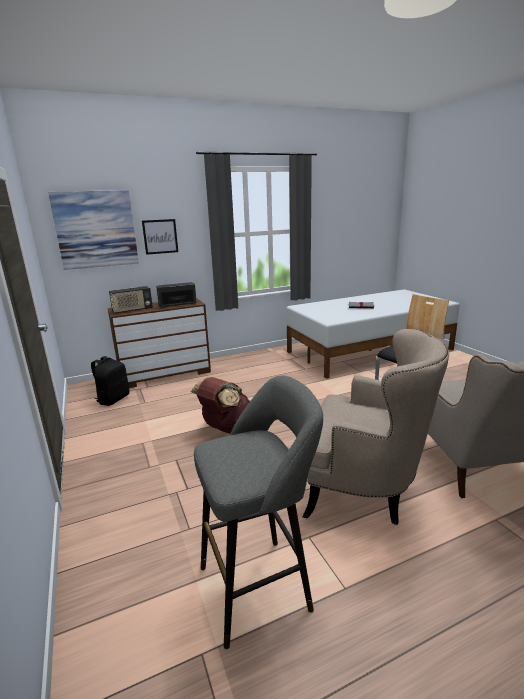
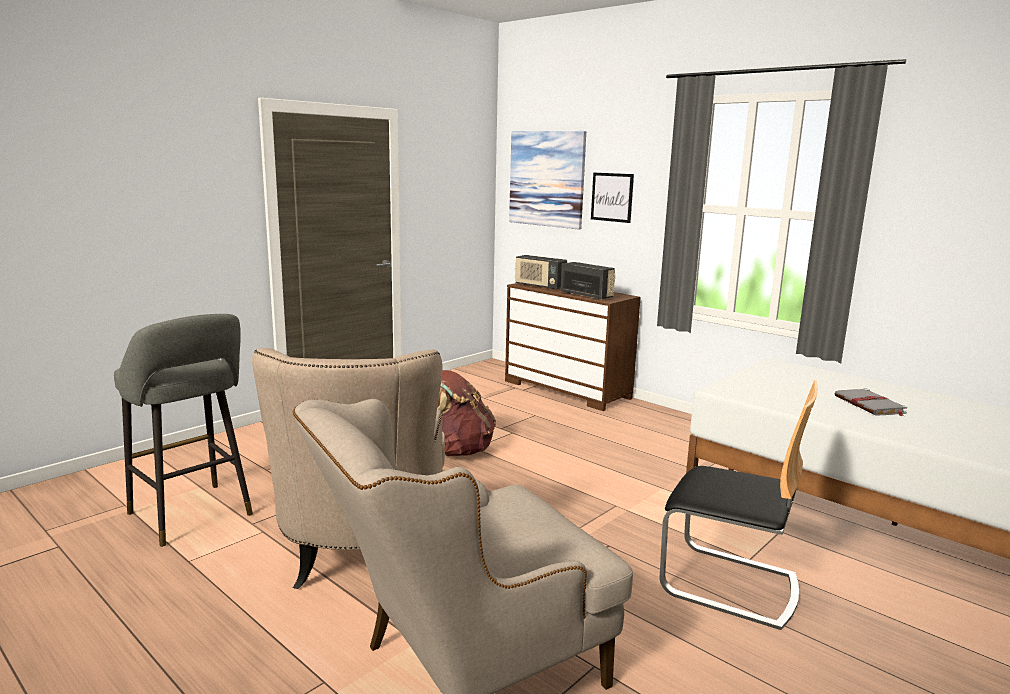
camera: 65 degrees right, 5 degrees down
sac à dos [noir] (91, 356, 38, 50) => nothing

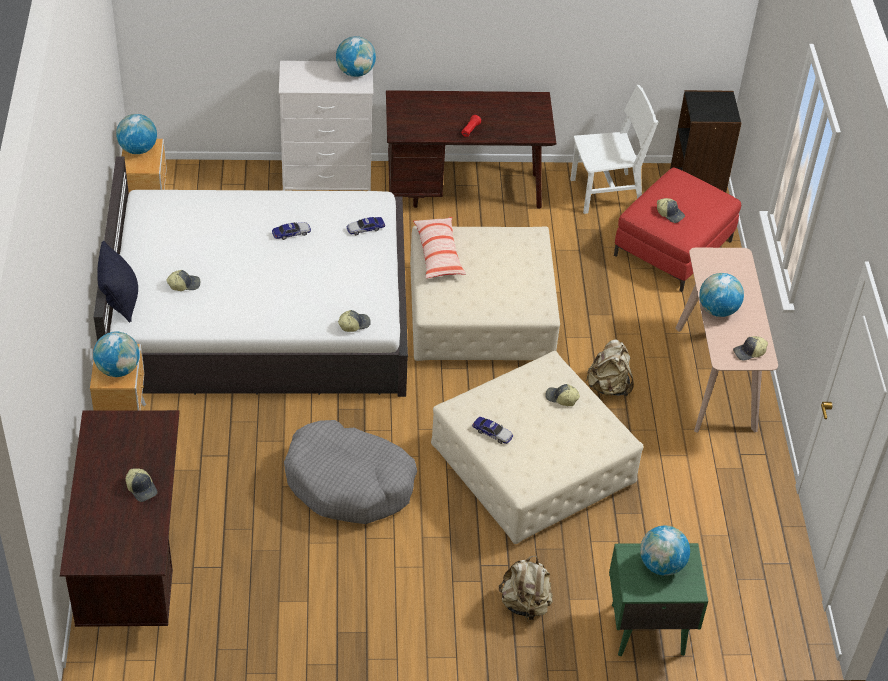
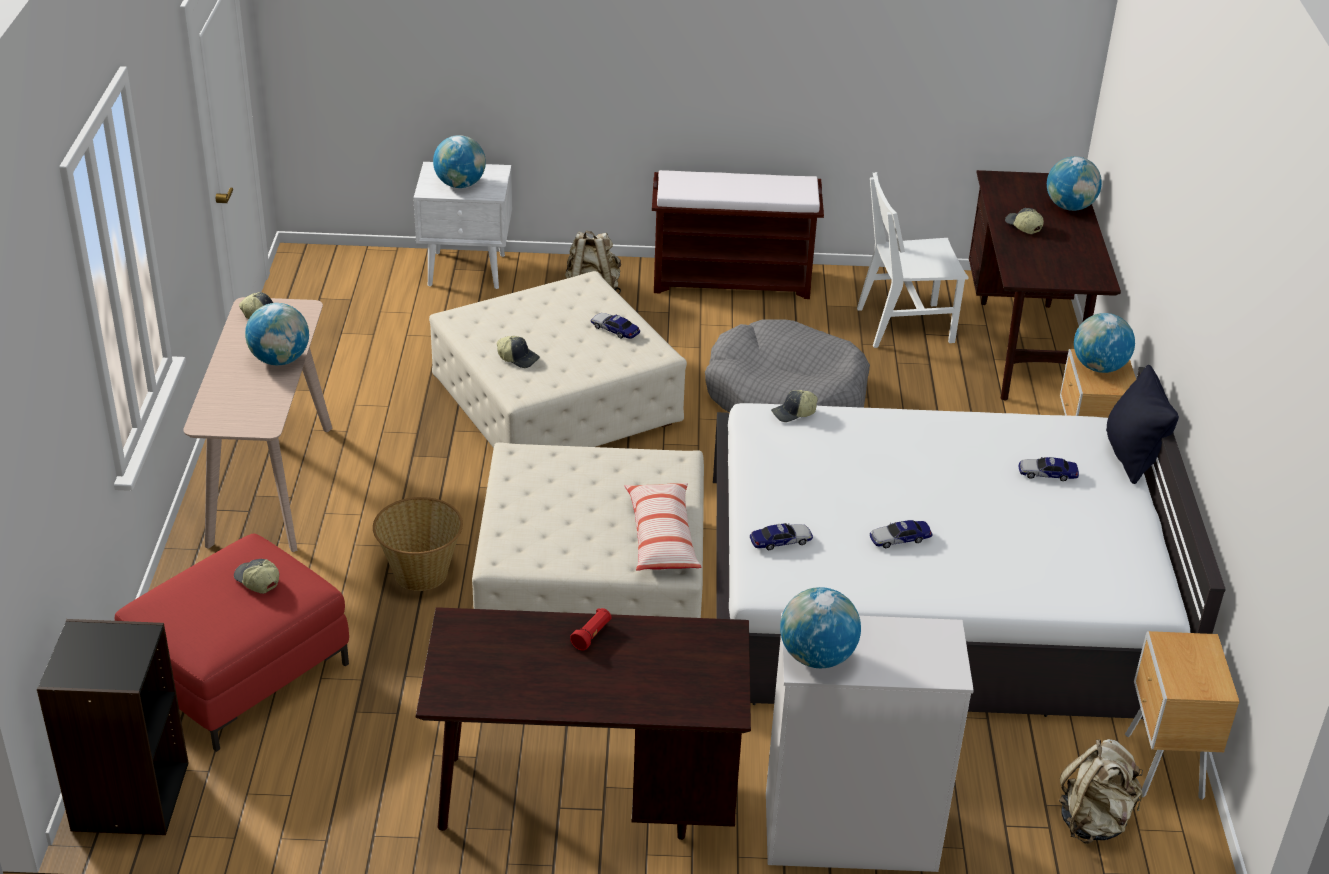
camera: 175 degrees left, 10 degrees down
globe (116, 114, 41, 40) => globe (1047, 156, 55, 55), moved
casquette (166, 270, 34, 21) => petite voiture (1019, 457, 60, 24)
chaise [blanc] (570, 85, 88, 129) => chaise [blanc] (857, 172, 111, 176), moved
sac à dos [beige] (586, 340, 48, 56) => sac à dos [beige] (1059, 739, 84, 105), moved
table de chevet [vert] (609, 543, 99, 113) => table de chevet [blanc] (413, 162, 99, 127)
nothing => panier (373, 497, 90, 94)
nothing => banc [marron] (652, 170, 172, 129)

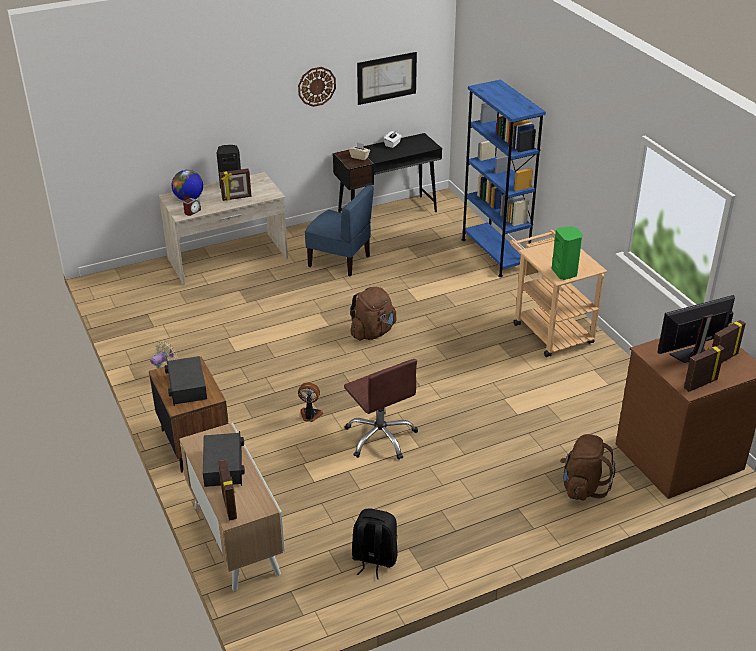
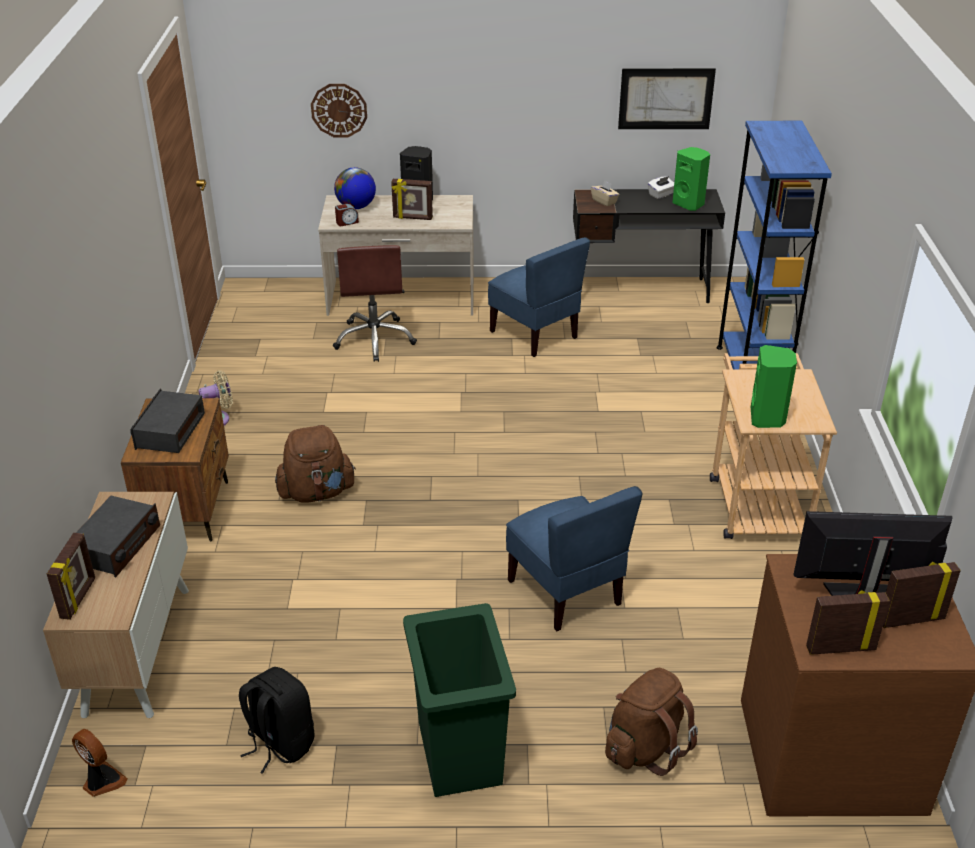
camera: 25 degrees right, 0 degrees up
horloge murale (298, 67, 38, 40) => horloge murale (311, 84, 56, 53), moved
ventilateur (298, 382, 26, 40) => ventilateur (72, 729, 56, 68), moved
chaise de bureau [marron] (344, 359, 74, 101) => chaise de bureau [marron] (333, 245, 84, 117), moved
sac à dos [marron] (350, 287, 46, 53) => sac à dos [marron] (275, 425, 81, 78), moved
nothing => poubelle [vert] (403, 603, 113, 194)
nothing => chaise [bleu] (506, 486, 137, 145)
nothing => enceinte [vert] (673, 147, 37, 64)

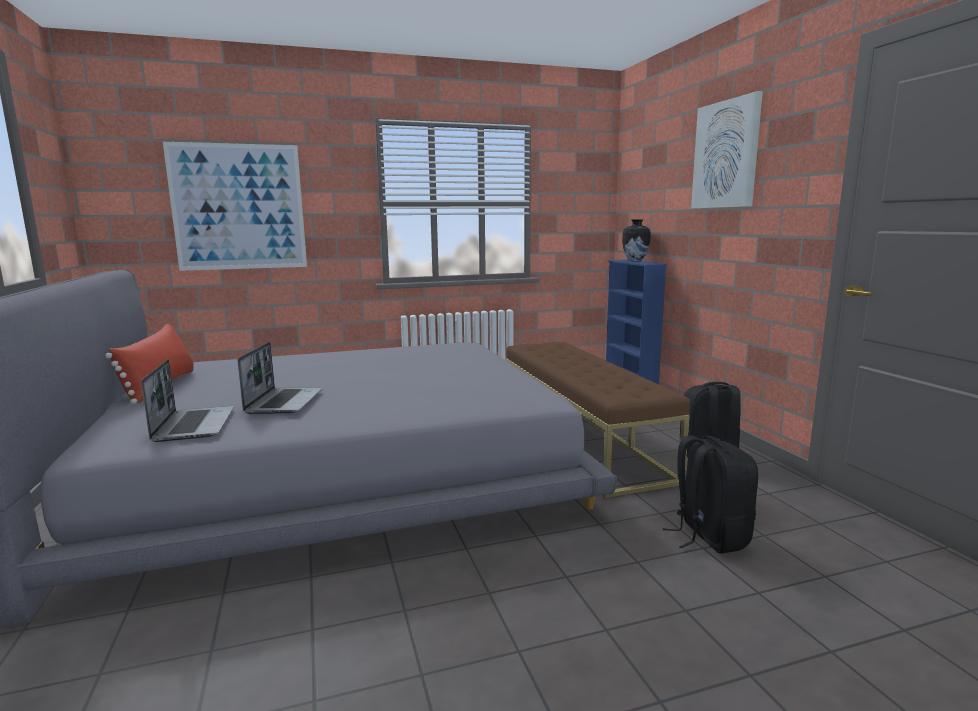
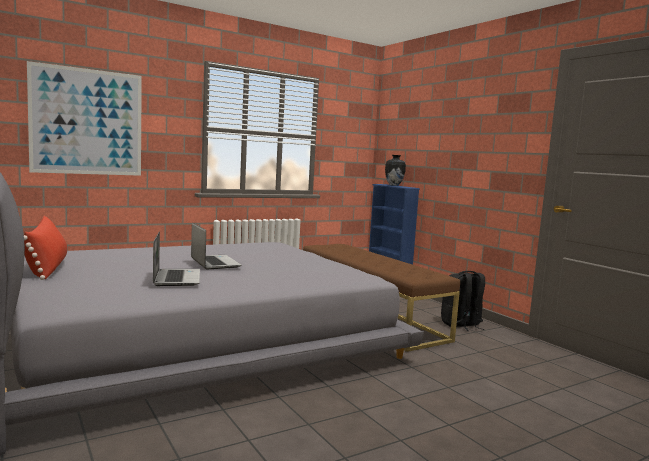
camera: 15 degrees left, 5 degrees down
ordinateur portable (141, 359, 93, 83) => ordinateur portable (191, 223, 51, 47), moved
sac à dos [noir] (662, 435, 96, 119) => nothing
tableau (691, 91, 72, 118) => nothing

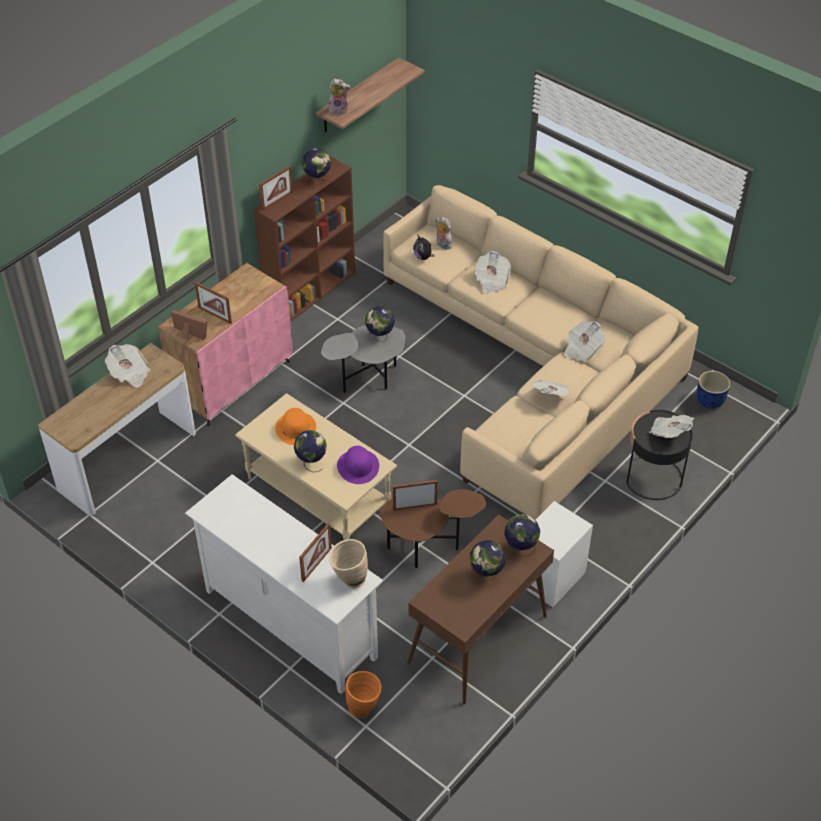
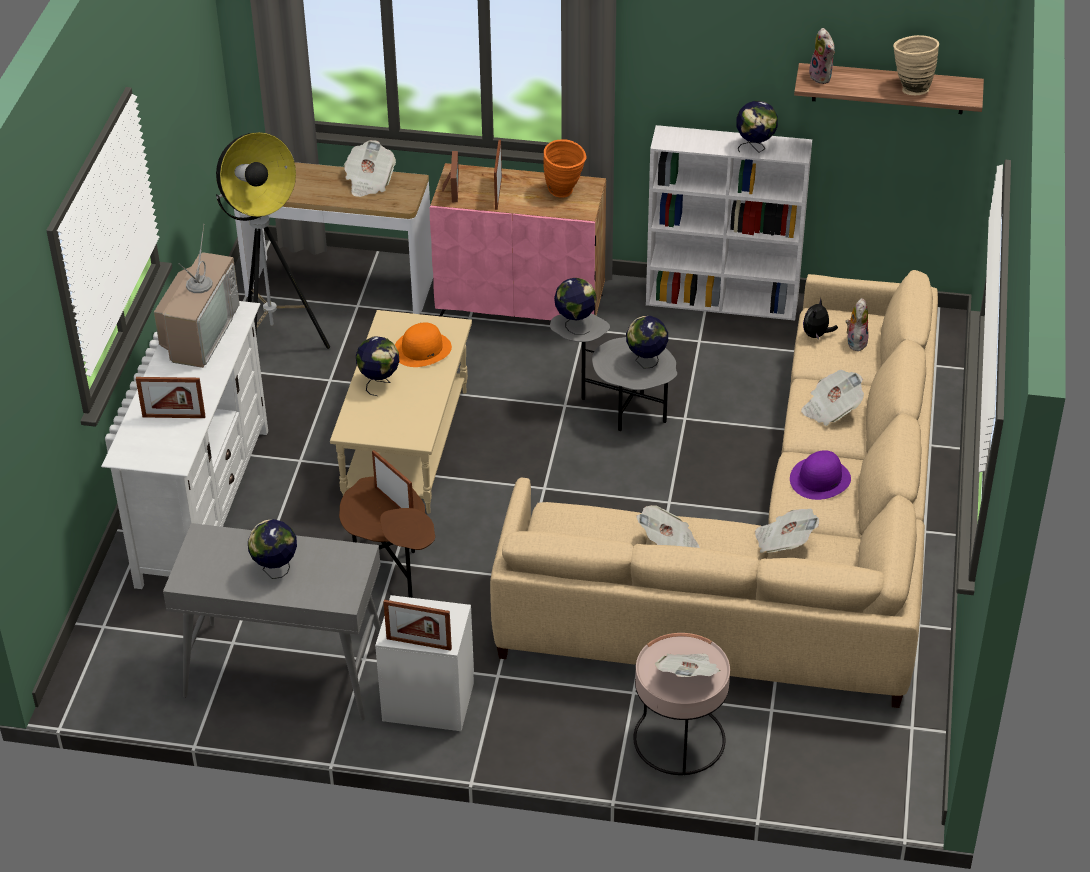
camera: 60 degrees right, 5 degrees down
bibliothèque [marron] (254, 156, 101, 165) => bibliothèque [blanc] (646, 125, 166, 195)
cadre photo (259, 166, 34, 45) => cadre photo (383, 600, 69, 51), moved
vase [beige] (329, 539, 39, 50) => vase [beige] (893, 35, 46, 60), moved
chapeau [violet] (337, 446, 42, 38) => chapeau [violet] (790, 450, 61, 50), moved
vase [orange] (346, 671, 36, 47) => vase [orange] (544, 140, 43, 58), moved
table console [marron] (407, 515, 147, 189) => table console [gris] (163, 523, 218, 197)
globe (504, 514, 36, 43) => globe (554, 278, 43, 57), moved
table d'appoint [noir] (626, 410, 67, 90) => table d'appoint [rose] (633, 633, 97, 142)
cache-pot [bleu] (697, 371, 33, 38) => nothing
nothing => téléviseur (154, 224, 86, 144)
nothing => lampadaire (216, 132, 114, 217)

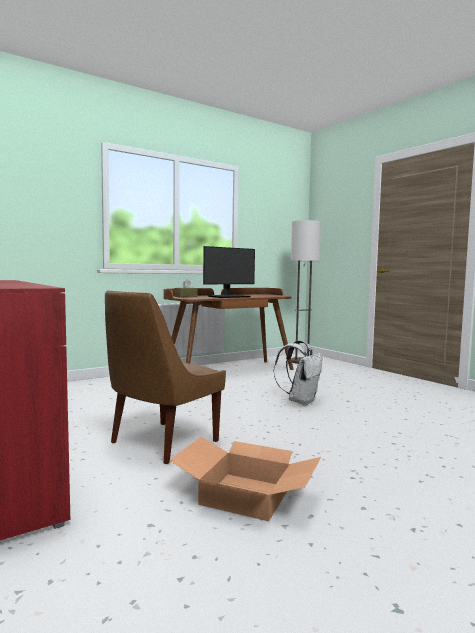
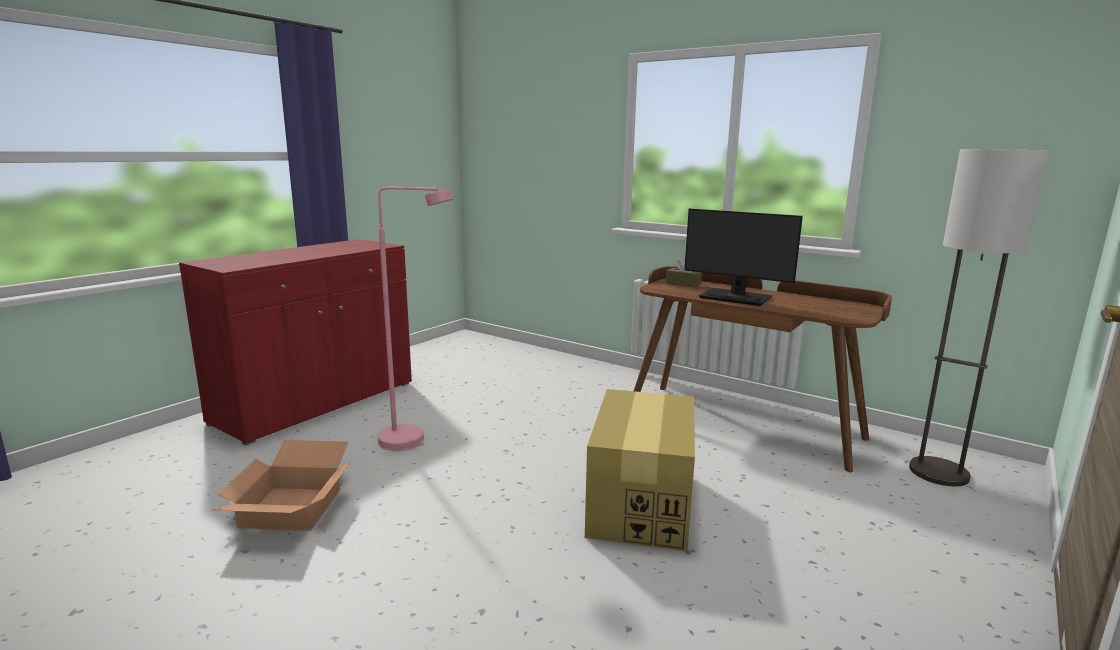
camera: 70 degrees right, 10 degrees up
chaise [marron] (105, 290, 121, 174) => lampadaire [rose] (378, 187, 75, 264)
sac à dos [blanc] (274, 340, 48, 65) => carton (585, 389, 110, 162)

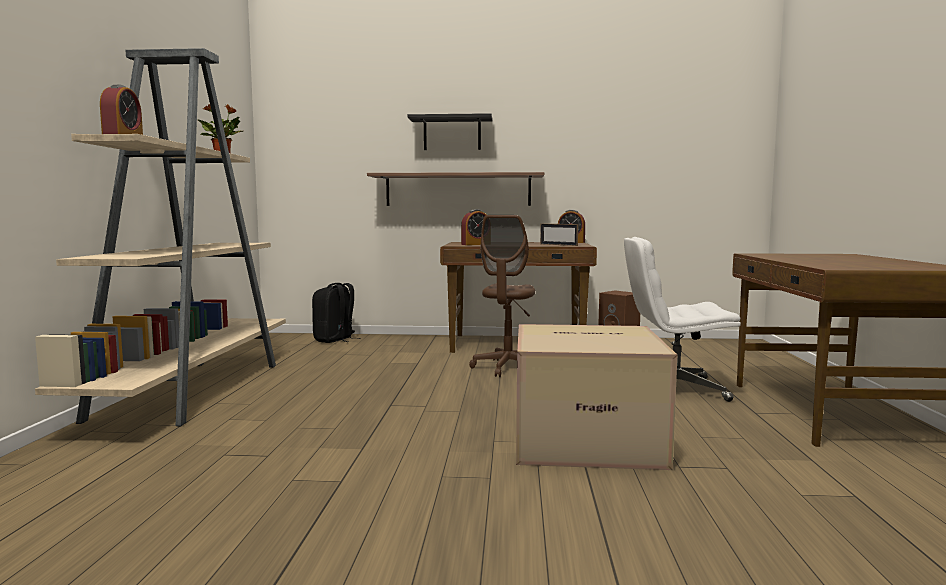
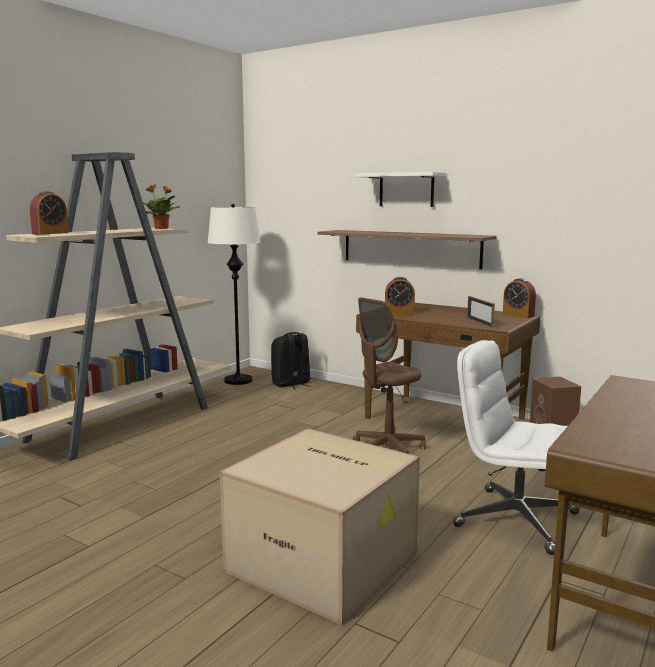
camera: 30 degrees right, 5 degrees up
étagère [noir] (407, 113, 85, 37) => étagère [blanc] (355, 172, 91, 35)
nothing => lampadaire [blanc] (207, 204, 54, 181)

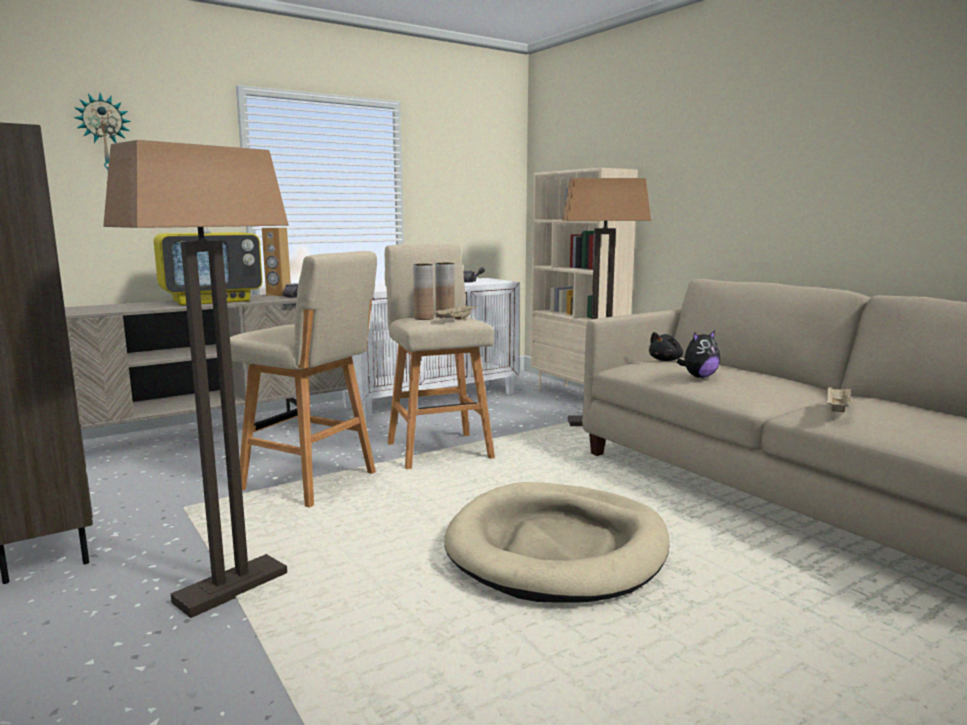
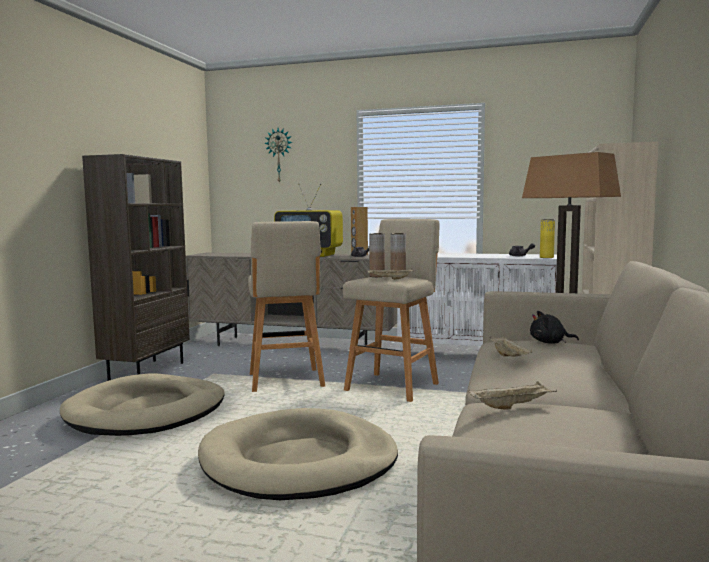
camera: 50 degrees right, 5 degrees down
lampadaire (103, 140, 186, 478) => panier pour chien [beige] (60, 373, 165, 63)
peluche (677, 330, 43, 48) => plateau [beige] (489, 336, 43, 21)
nothing => vase [jaune] (540, 219, 15, 39)

